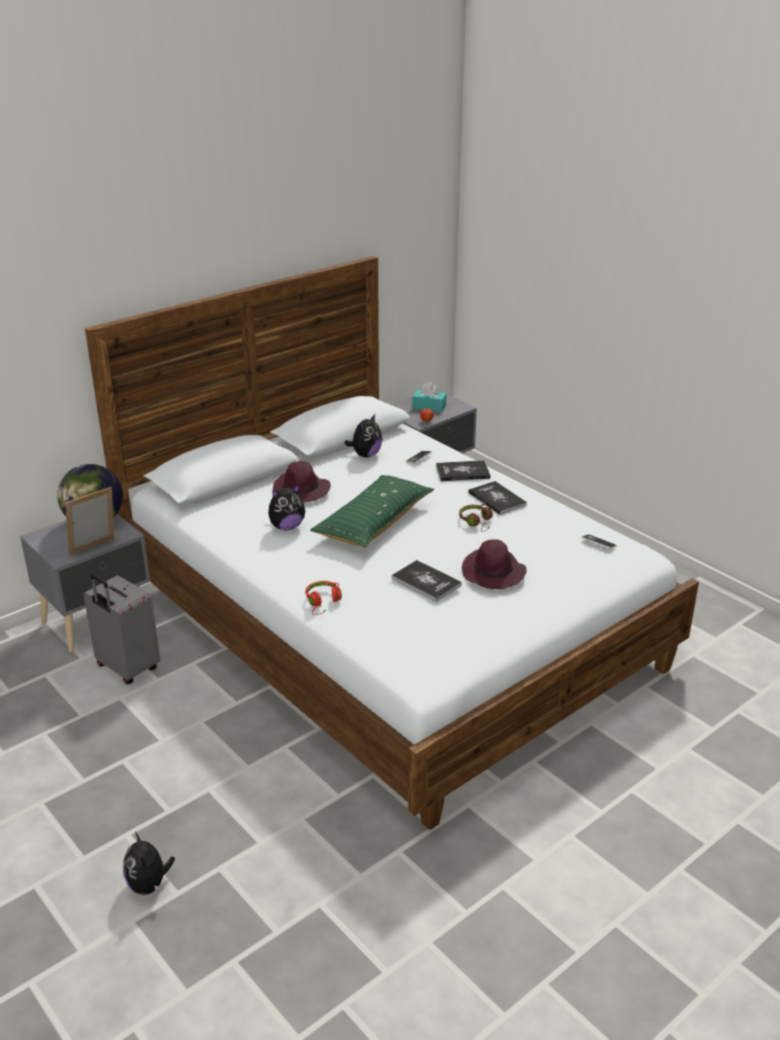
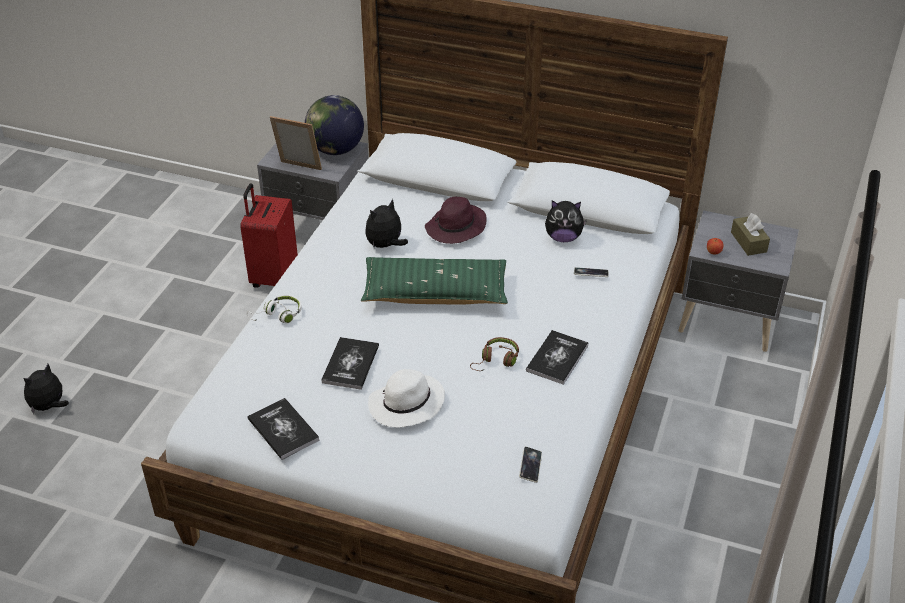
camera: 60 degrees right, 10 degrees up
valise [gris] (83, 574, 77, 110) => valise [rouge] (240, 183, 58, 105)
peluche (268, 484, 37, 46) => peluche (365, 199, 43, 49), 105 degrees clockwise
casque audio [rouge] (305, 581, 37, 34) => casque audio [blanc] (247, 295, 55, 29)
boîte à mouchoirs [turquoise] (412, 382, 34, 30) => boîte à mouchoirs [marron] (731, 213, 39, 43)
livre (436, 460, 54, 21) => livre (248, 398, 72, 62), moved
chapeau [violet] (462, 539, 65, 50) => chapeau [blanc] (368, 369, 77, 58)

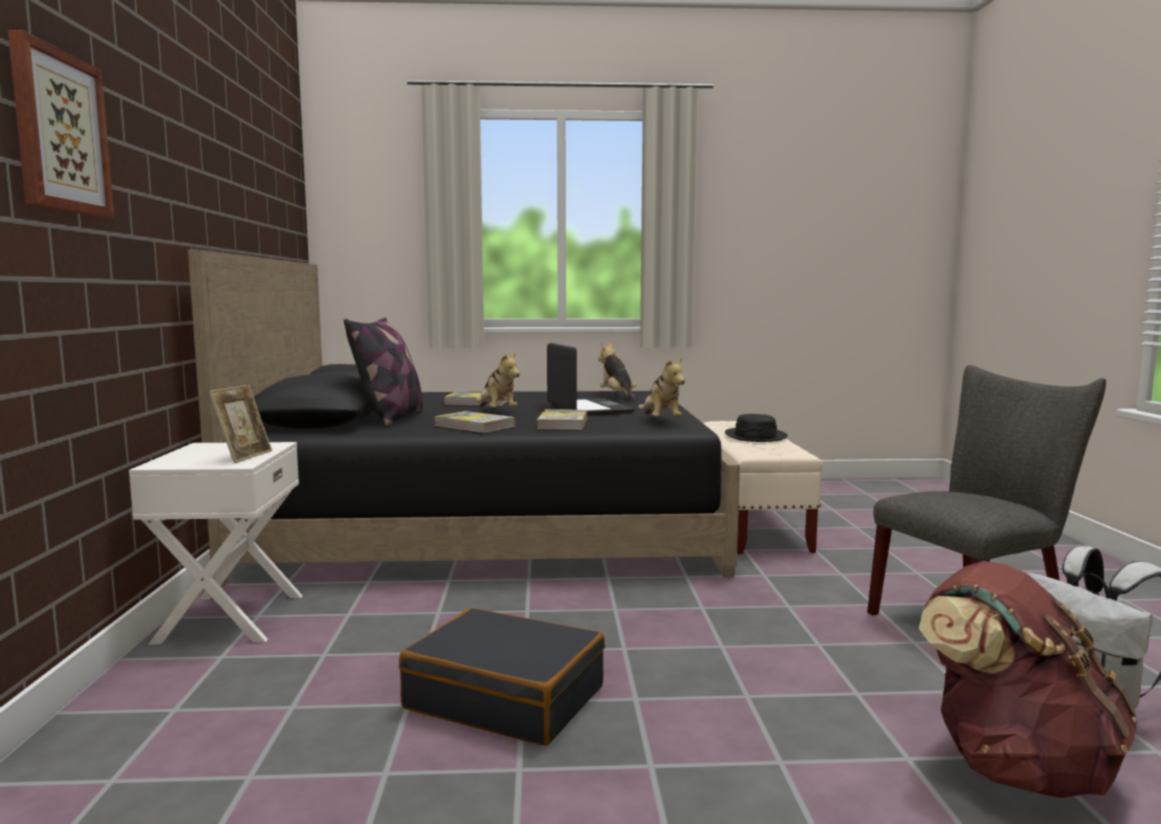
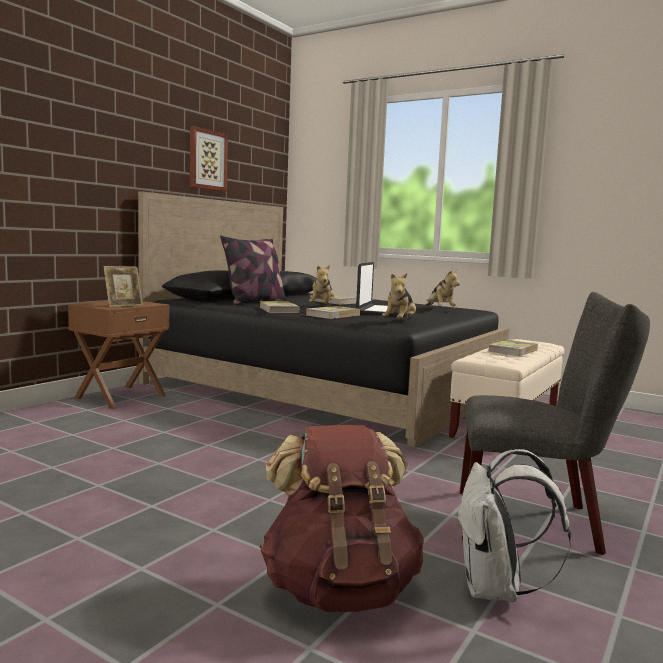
camera: 35 degrees right, 0 degrees up
tableau (8, 30, 106, 187) => tableau (190, 126, 38, 65), moved
table de chevet [blanc] (129, 442, 174, 202) => table de chevet [marron] (68, 301, 102, 108)
valise [noir] (399, 608, 206, 138) => nothing
peluche (598, 343, 39, 58) => peluche (426, 270, 34, 36), 150 degrees clockwise
chapeau [noir] (725, 414, 63, 28) => livre (488, 339, 50, 17)

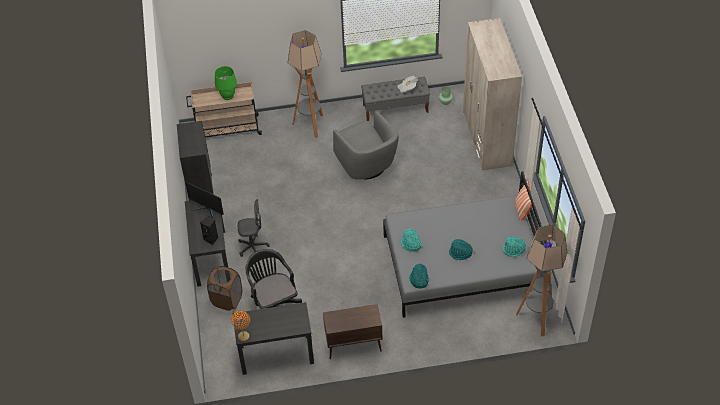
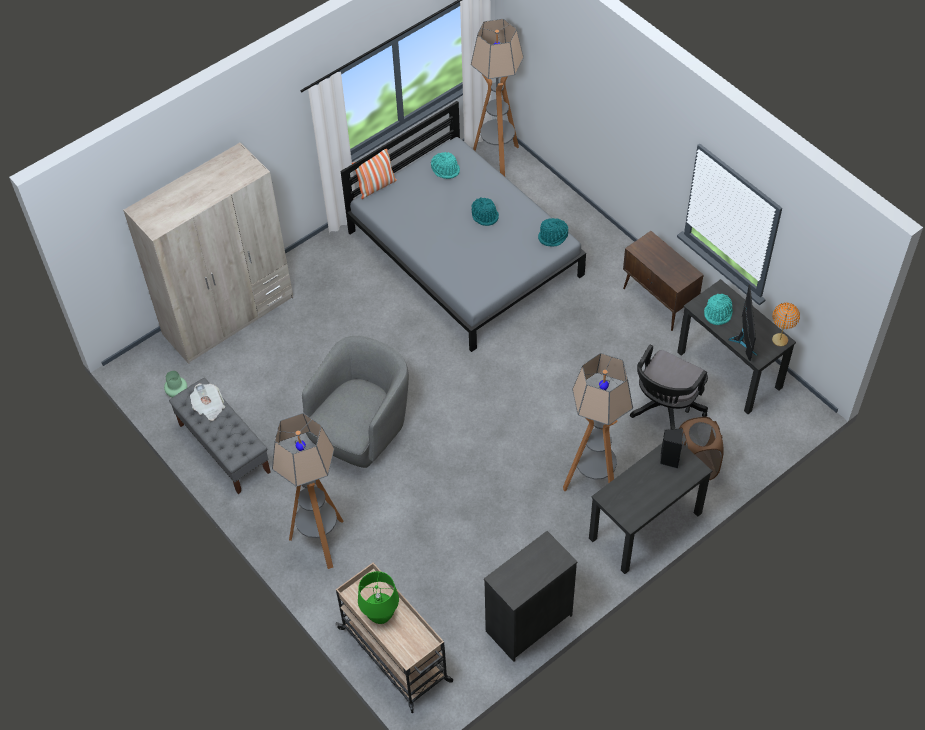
camera: 120 degrees left, 5 degrees up
écran d'ordinateur (185, 182, 39, 37) => écran d'ordinateur (728, 285, 30, 76), moved
chaise de bureau [gris] (238, 199, 32, 58) => lampadaire (563, 353, 70, 138)
chapeau [turquoise] (401, 228, 20, 24) => chapeau [turquoise] (704, 294, 29, 31), moved

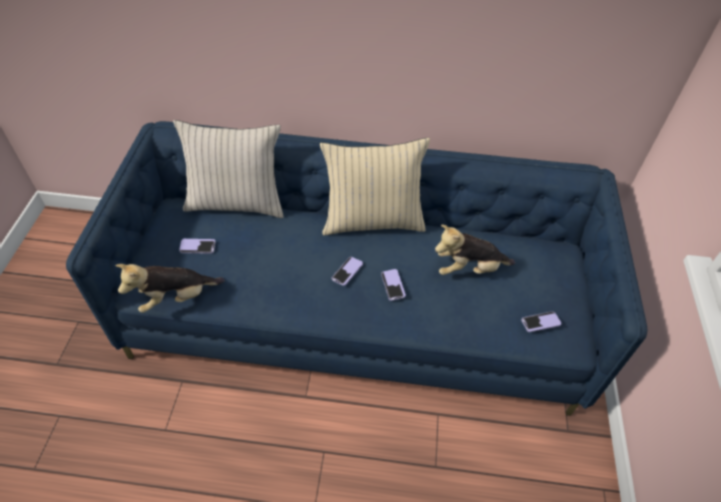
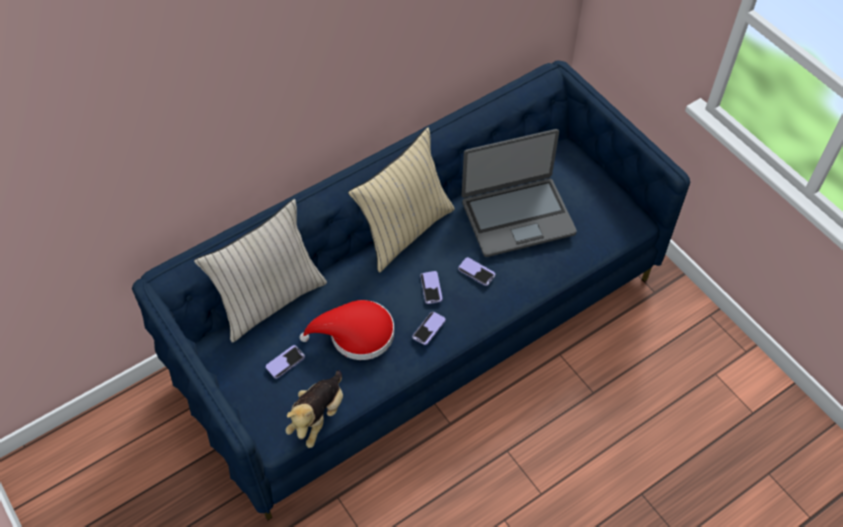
camera: 40 degrees left, 5 degrees up
peluche (435, 225, 80, 50) => ordinateur portable (461, 129, 116, 128)
téléphone (521, 311, 41, 21) => téléphone (412, 312, 34, 33), moved
nothing => chapeau [rouge] (300, 300, 94, 60)

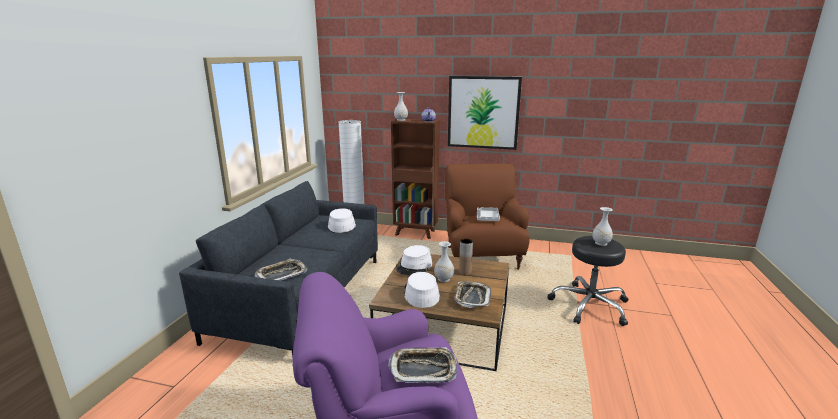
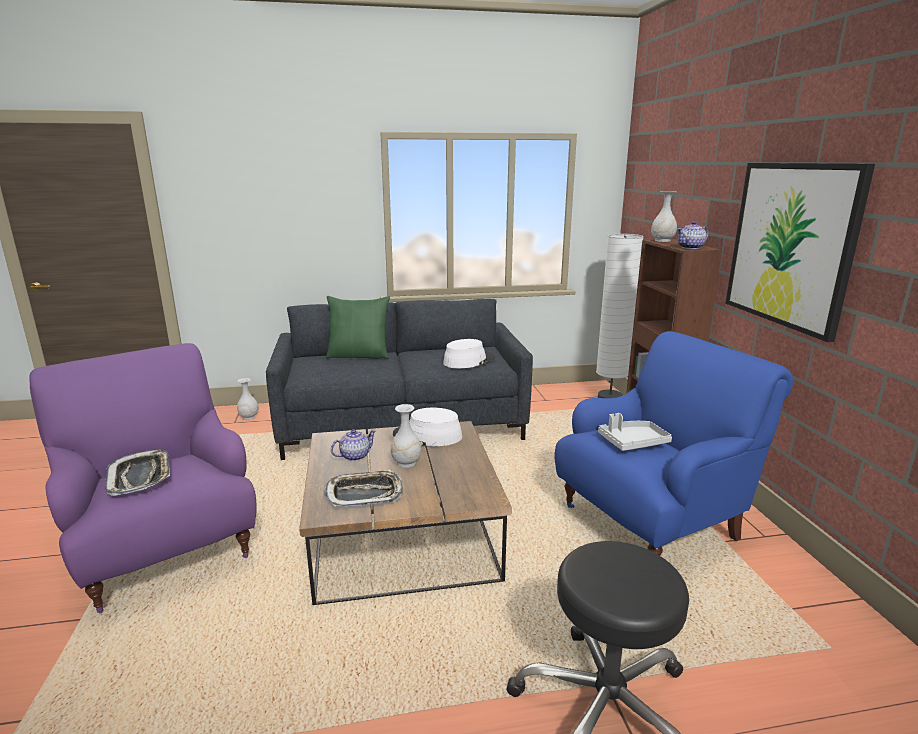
camera: 65 degrees right, 0 degrees up
plateau (255, 259, 52, 22) => nothing
chapeau [blanc] (404, 272, 36, 36) => théière (331, 429, 46, 32)
fauteuil [marron] (445, 164, 85, 106) => fauteuil [bleu] (554, 331, 239, 225)
vase [marron] (459, 239, 14, 37) => nothing
vase [blanc] (592, 207, 21, 39) => vase [blanc] (237, 378, 22, 42), moved
nothing => coussin [vert] (326, 296, 64, 63)

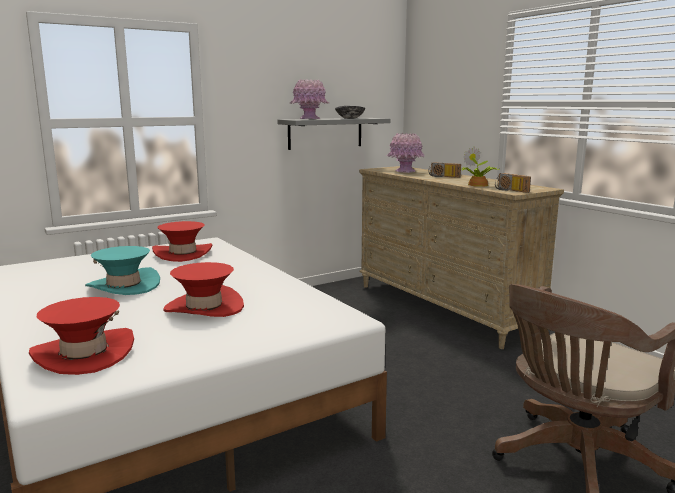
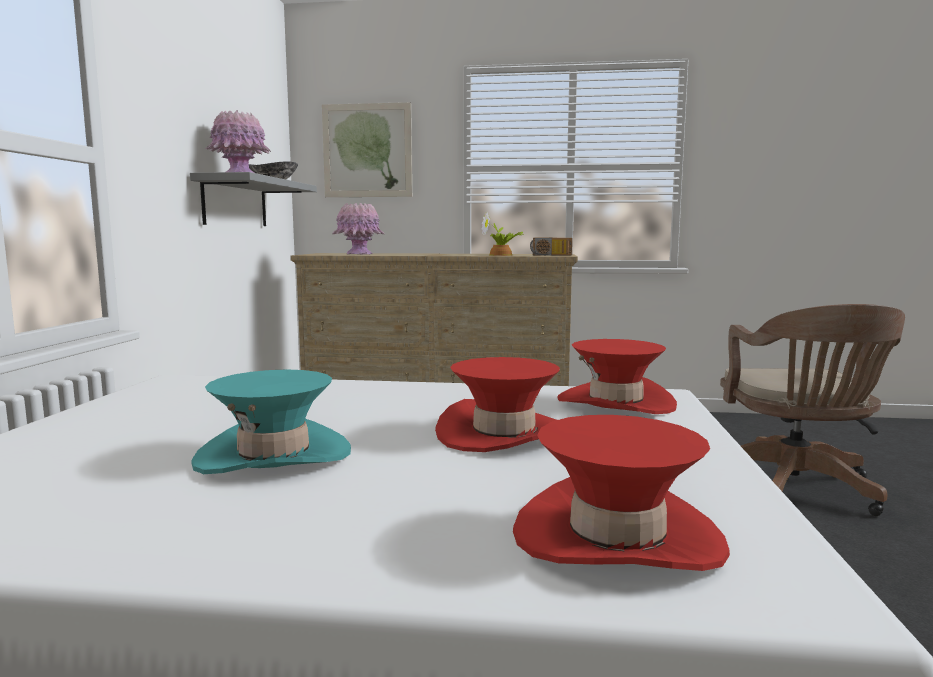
camera: 50 degrees left, 5 degrees down
chapeau [rouge] (152, 221, 60, 41) => chapeau [rouge] (557, 339, 120, 75), moved
radio (428, 162, 33, 16) => nothing
nothing => tableau (322, 102, 90, 95)

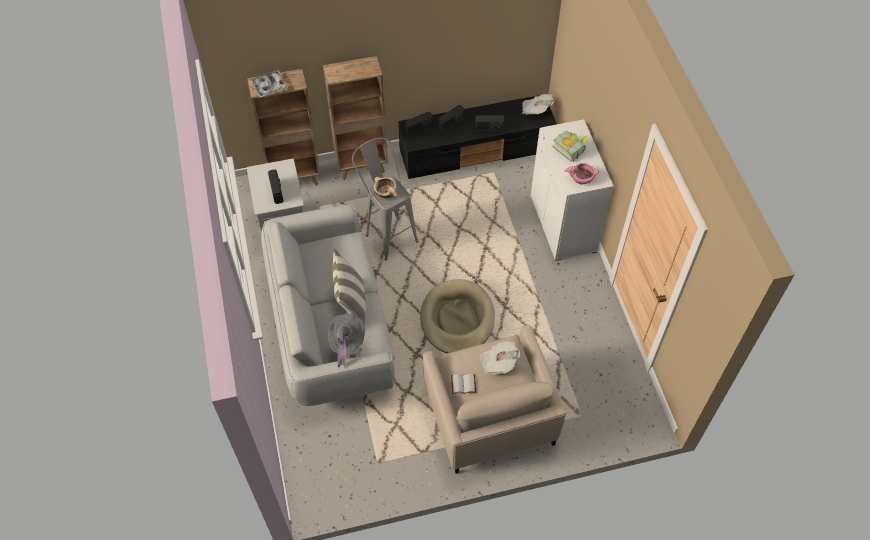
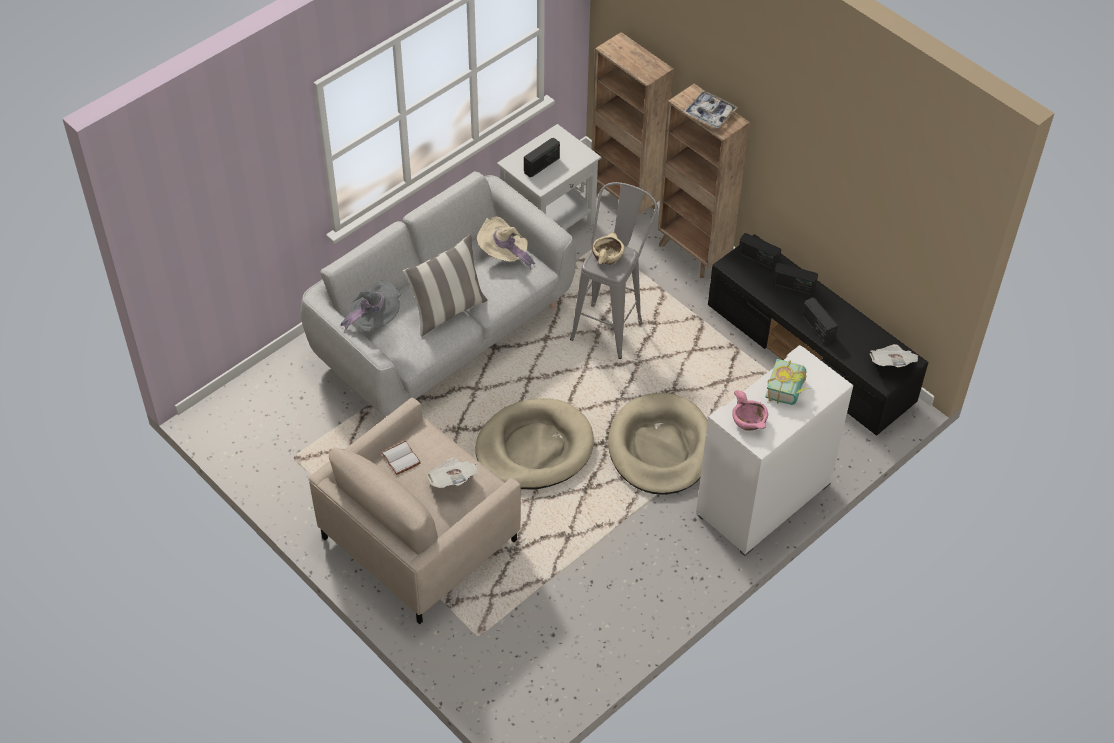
camera: 60 degrees right, 5 degrees down
plateau (251, 70, 37, 28) => plateau (683, 91, 55, 38), moved
nothing => chapeau [beige] (477, 217, 58, 53)
nothing => panier pour chien [beige] (608, 393, 100, 102)

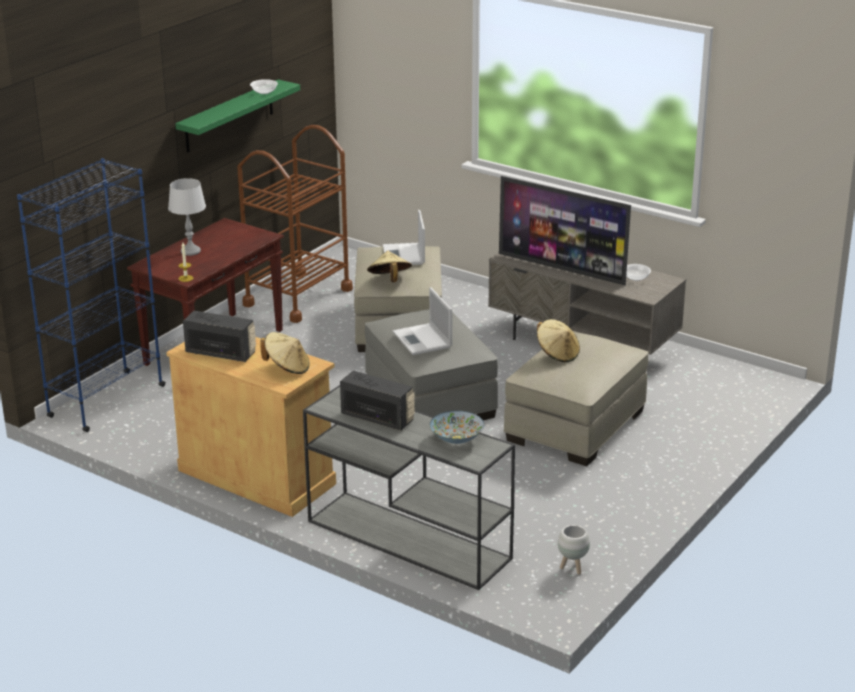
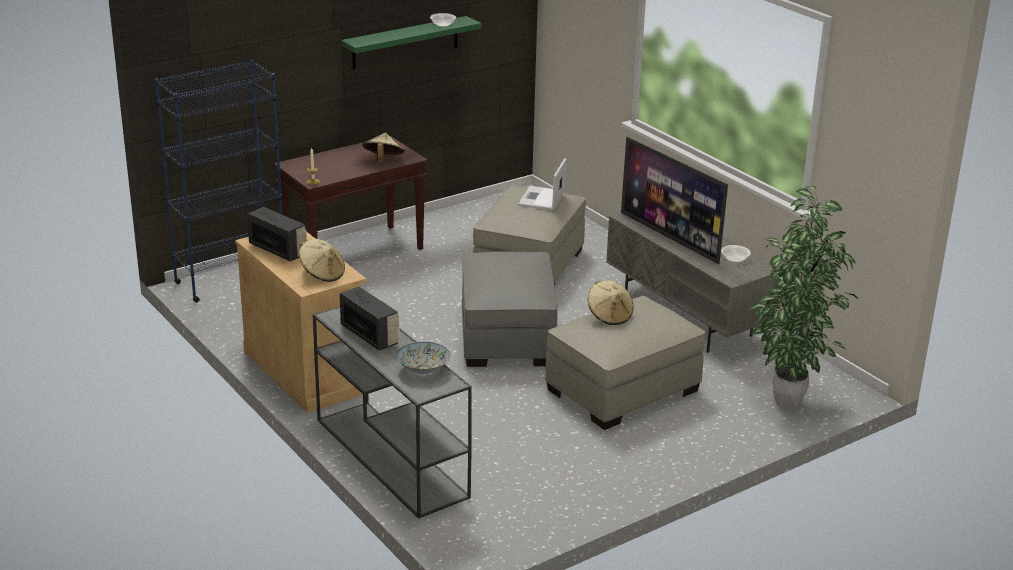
camera: 20 degrees right, 0 degrees up
lampe de table [gris] (168, 178, 38, 78) => nothing
chariot [marron] (237, 125, 116, 198) => nothing
chapeau [beige] (367, 251, 45, 31) => chapeau [beige] (362, 133, 43, 29), moved
ordinateur portable (393, 287, 59, 68) => nothing
cache-pot [blanc] (558, 525, 32, 50) => nothing
nothing => plante en pot (749, 186, 109, 223)

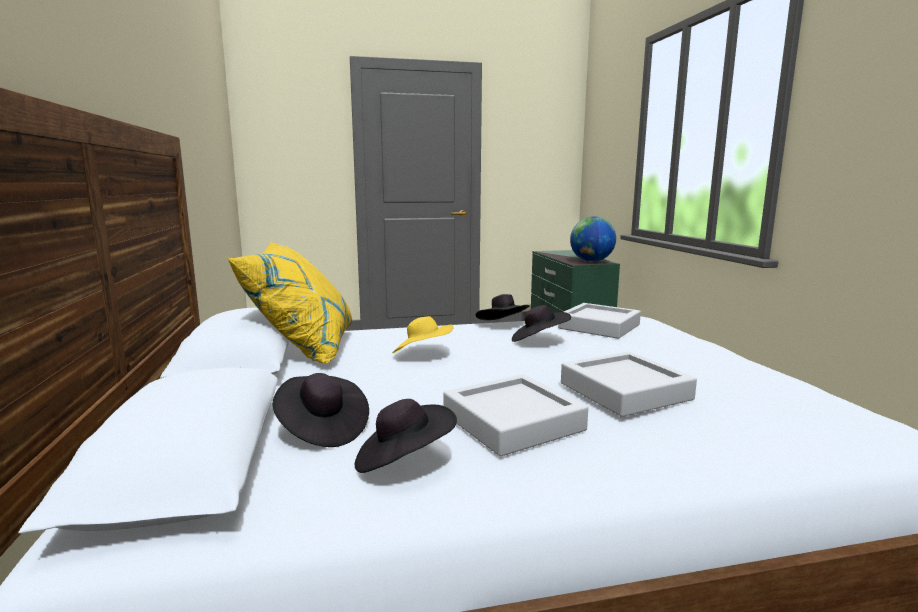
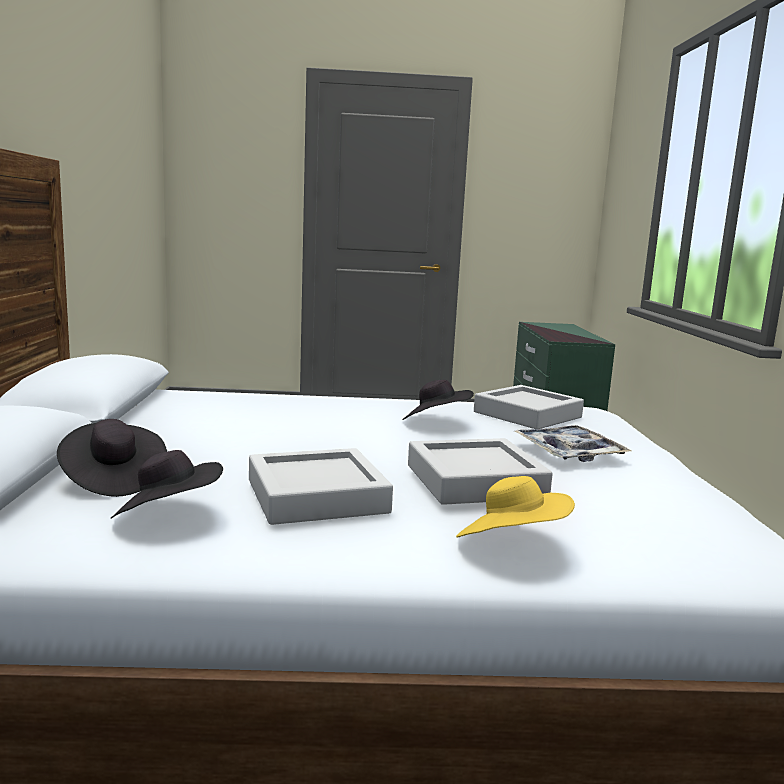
camera: 10 degrees right, 0 degrees up
coussin [jaune] (227, 242, 125, 122) => nothing
chapeau [jaune] (393, 316, 61, 37) => chapeau [jaune] (456, 476, 119, 62), moved
chapeau [noir] (476, 294, 53, 26) => nothing
globe (570, 216, 46, 46) => nothing
nothing => plateau (515, 425, 117, 37)

